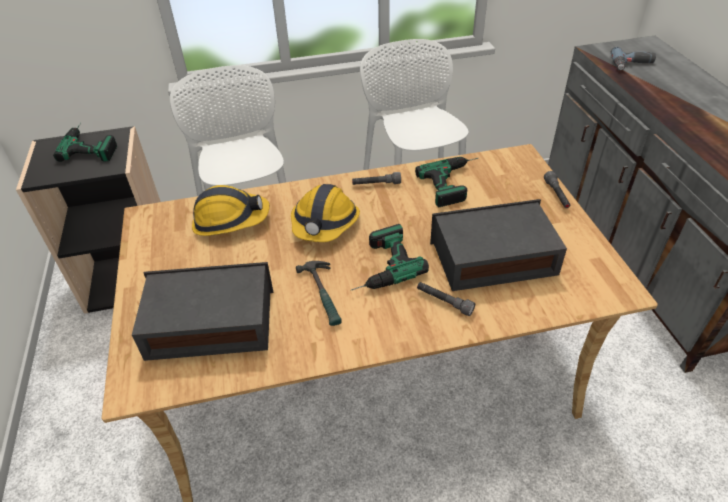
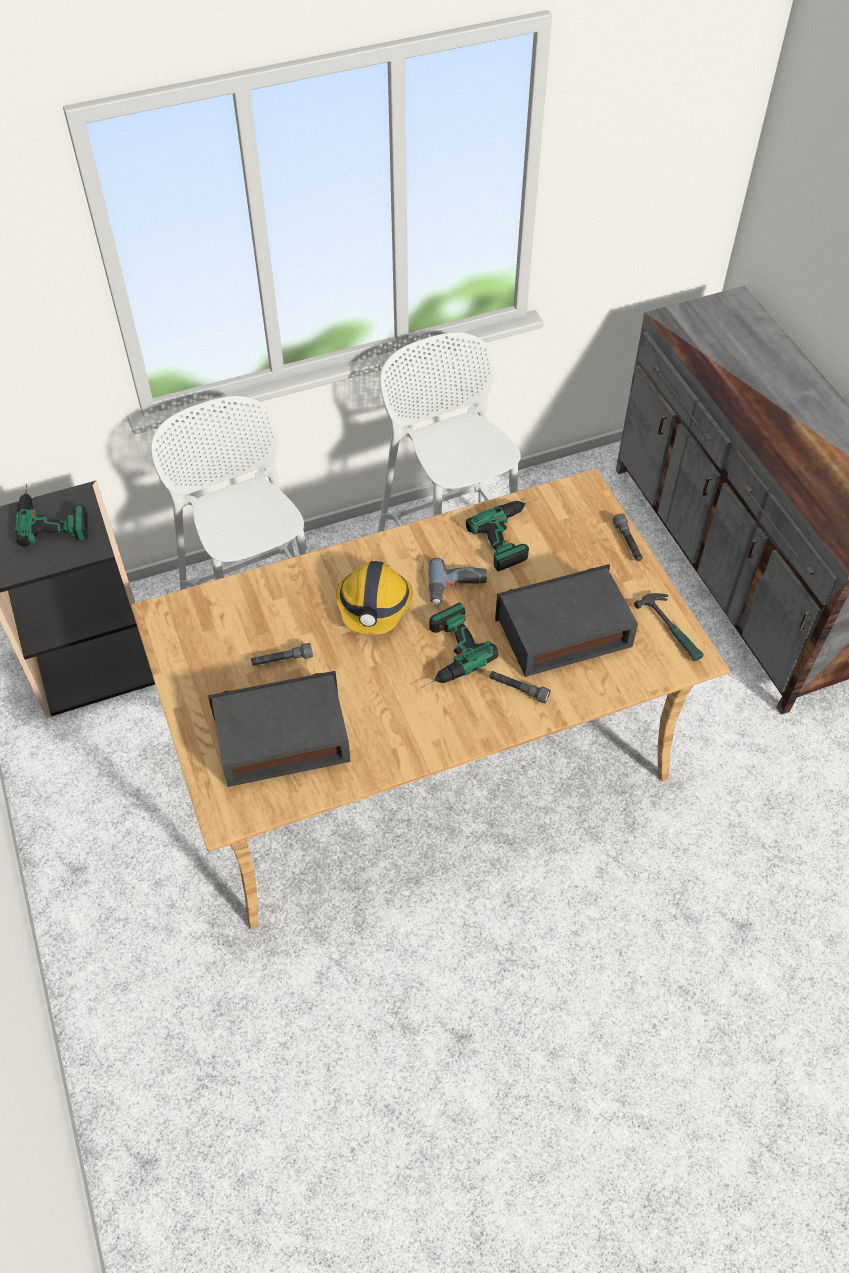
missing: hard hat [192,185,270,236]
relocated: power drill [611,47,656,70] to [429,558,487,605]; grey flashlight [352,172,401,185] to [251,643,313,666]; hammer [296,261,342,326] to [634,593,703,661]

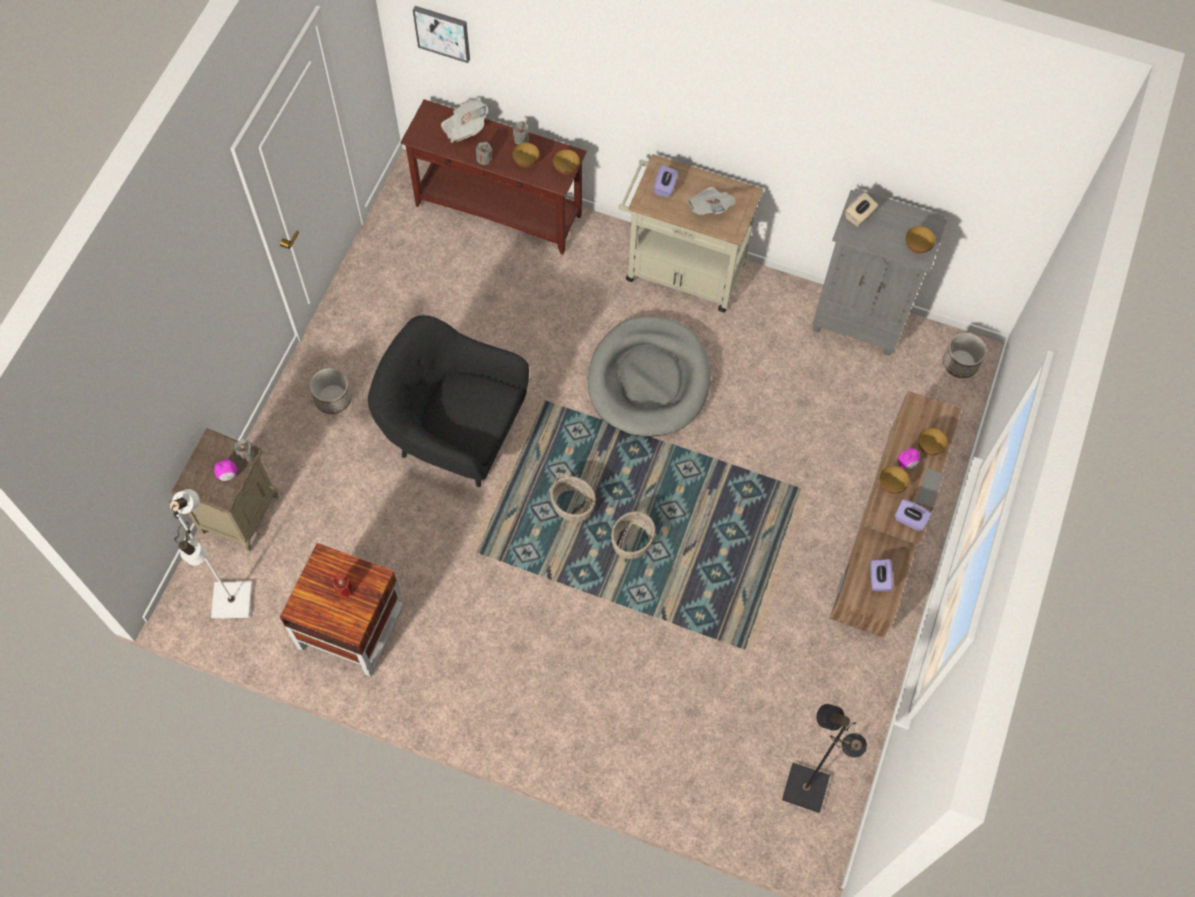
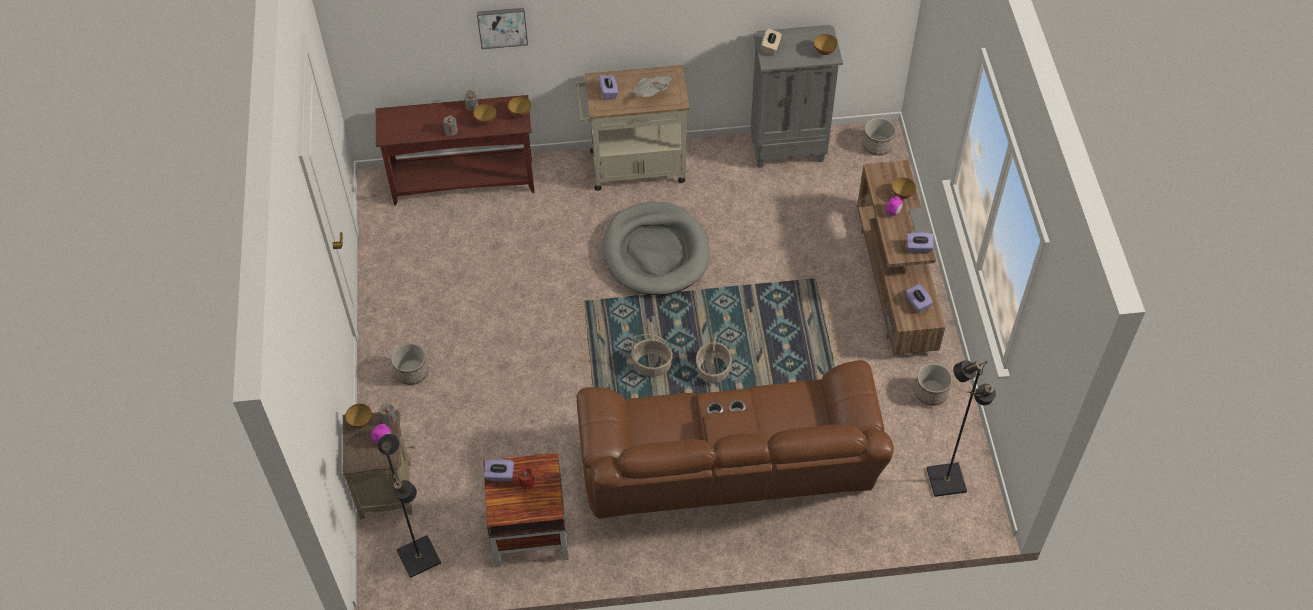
missing: newspaper [441,99,488,143]; black armchair [368,315,529,487]
appeared: brown sofa [576,360,894,519]; planter [914,363,952,406]; purple tissue box [484,459,514,482]
relocated: picture [413,6,470,63] to [477,8,528,49]; bowl [880,466,909,494] to [345,404,372,428]
colour: white floor lamp [168,489,252,618] to black floor lamp [377,434,441,578]

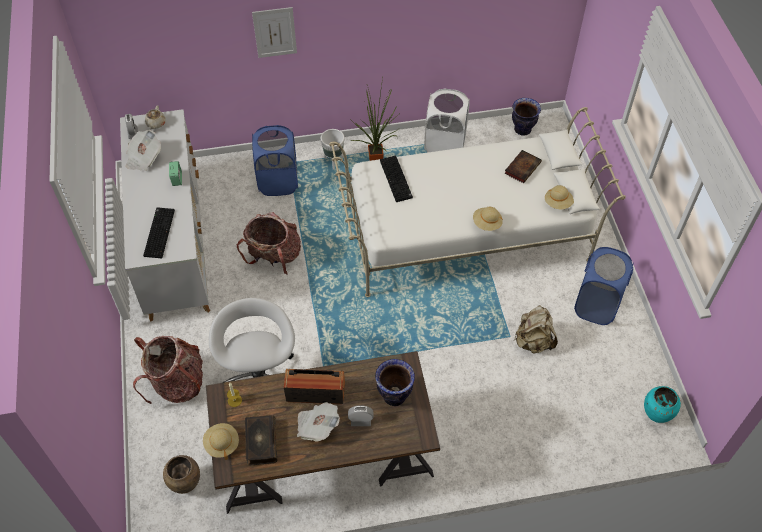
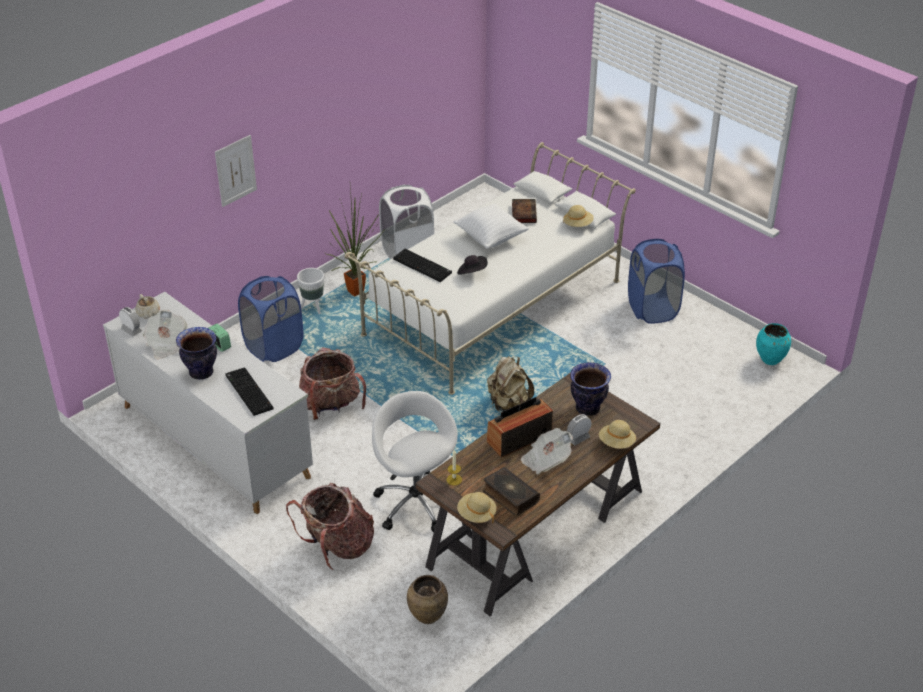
appeared: white pillow [454,203,529,249]; black hat [457,255,488,274]
relocated: vase [512,98,541,136] to [176,327,217,380]; beige hat [473,207,503,231] to [599,420,636,449]; beige backpack [515,305,558,354] to [487,356,534,412]

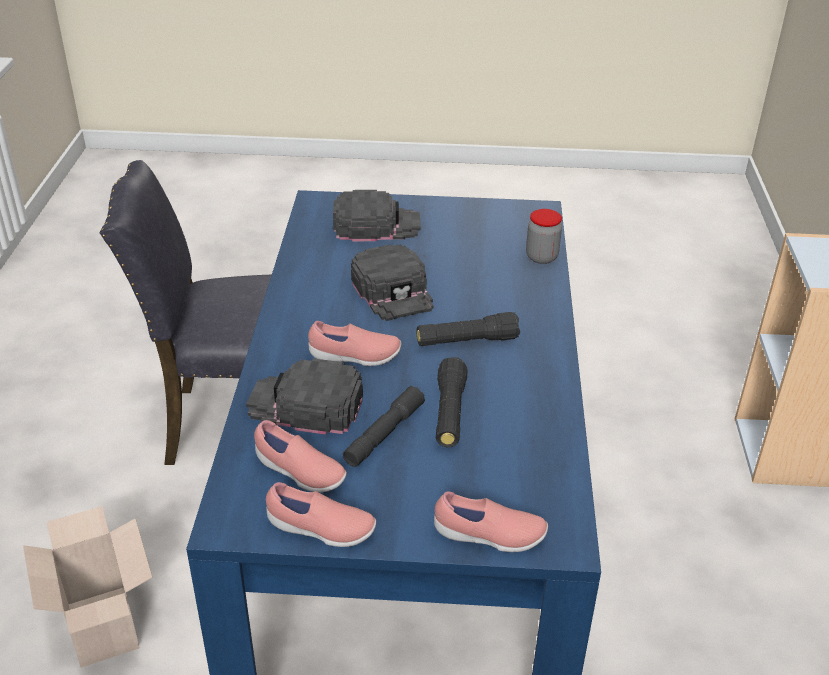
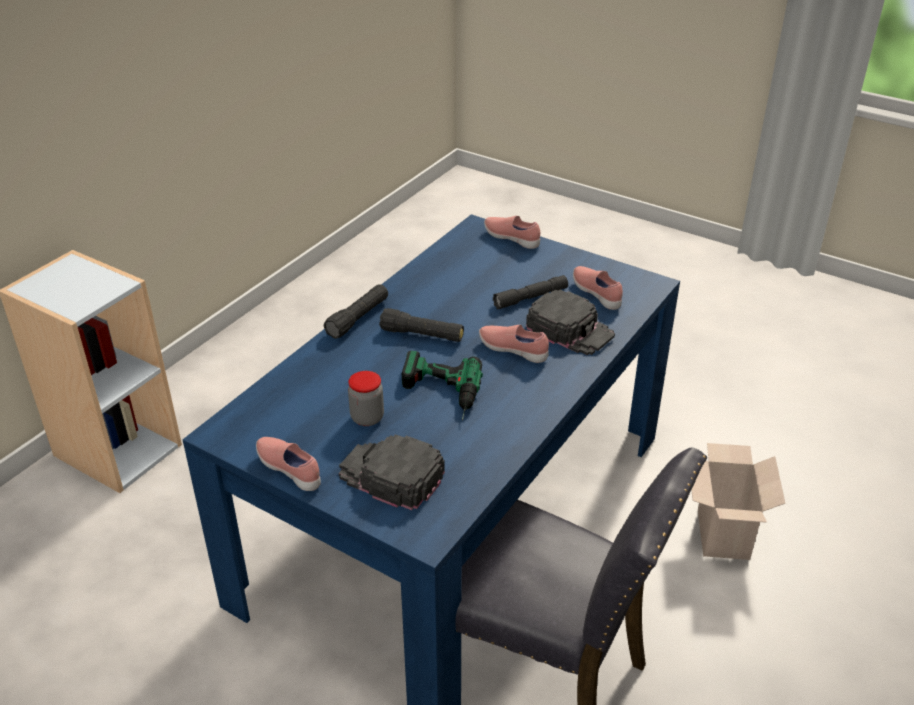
relocated: jar [526,209,562,264] to [348,371,384,426]; black flashlight [436,357,468,447] to [324,284,388,339]; pink shoe [266,482,376,547] to [256,437,321,491]
exchanged: black cap [351,244,434,321] to power drill [402,351,483,421]

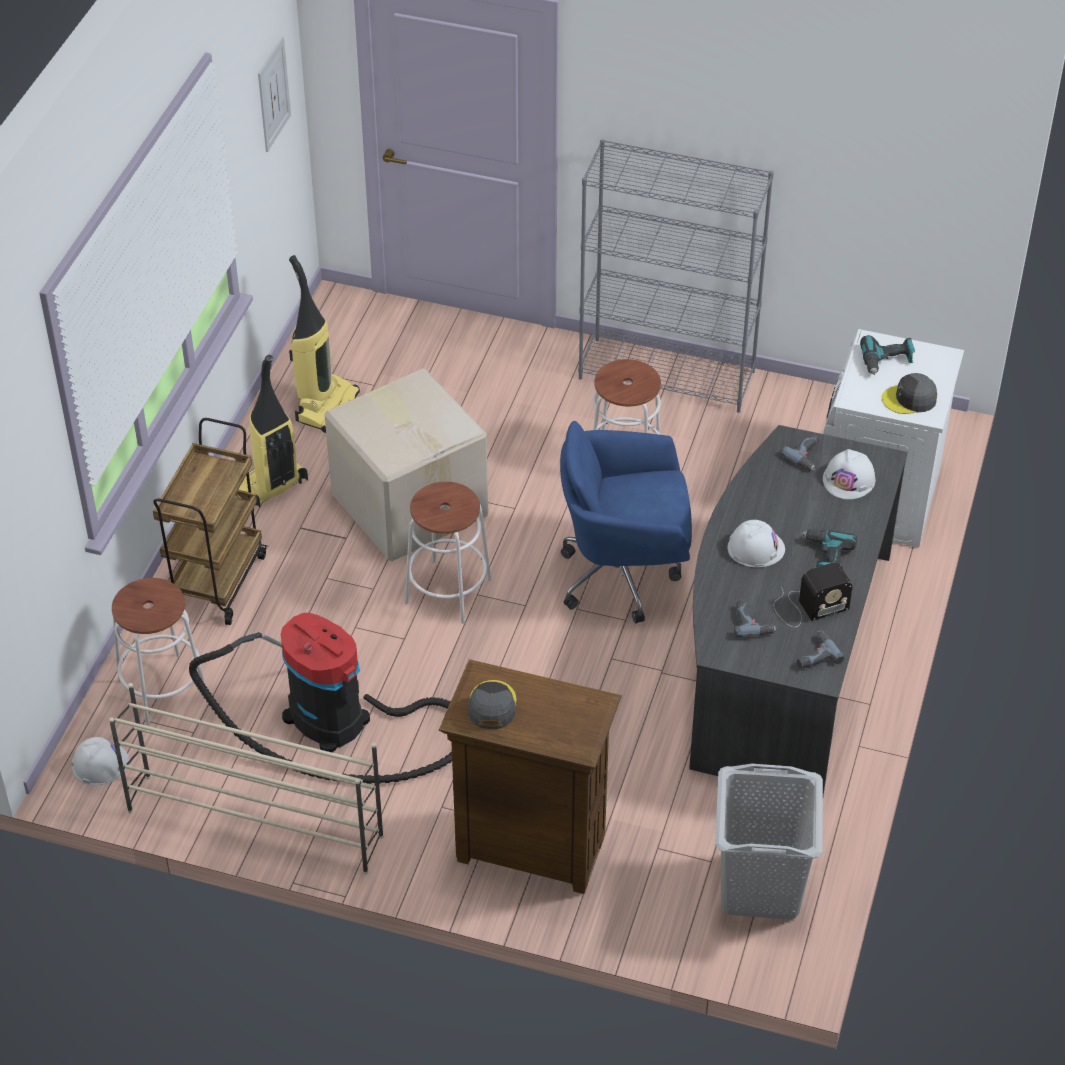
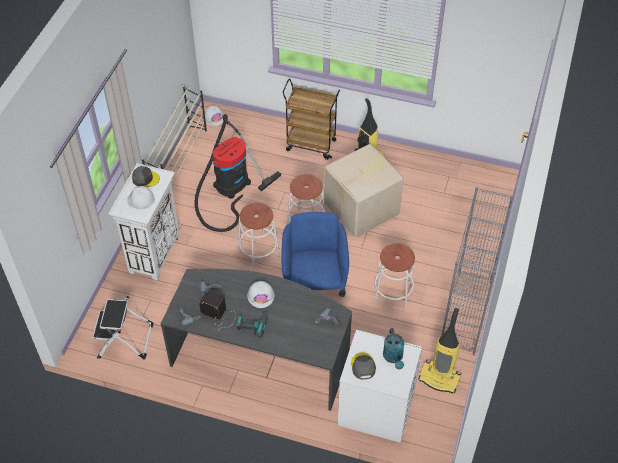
missing: picture [258,37,291,152]
relocated: vacuum cleaner [289,255,360,433] to [418,308,462,394]; white hard hat [823,449,875,499] to [127,186,155,209]; white stool [112,578,206,725] to [238,203,280,270]
exchanged: power drill [860,335,915,375] to turquoise watering can [383,328,405,369]; grey laundry basket [715,764,823,919] to step ladder [93,296,154,360]
colour: brown cabinet [439,659,622,894] to white cabinet [108,163,180,280]
spun: radio [774,563,853,627] = [199,291,236,328] 135 degrees clockwise

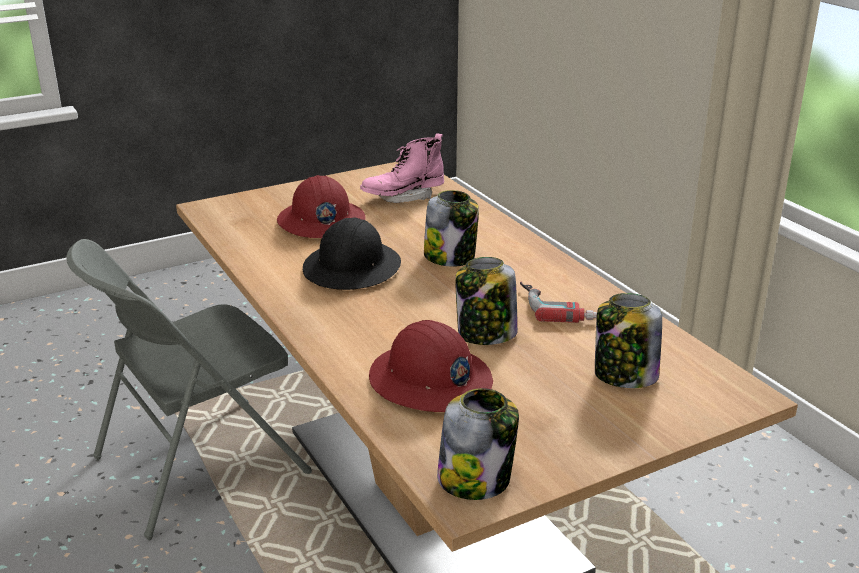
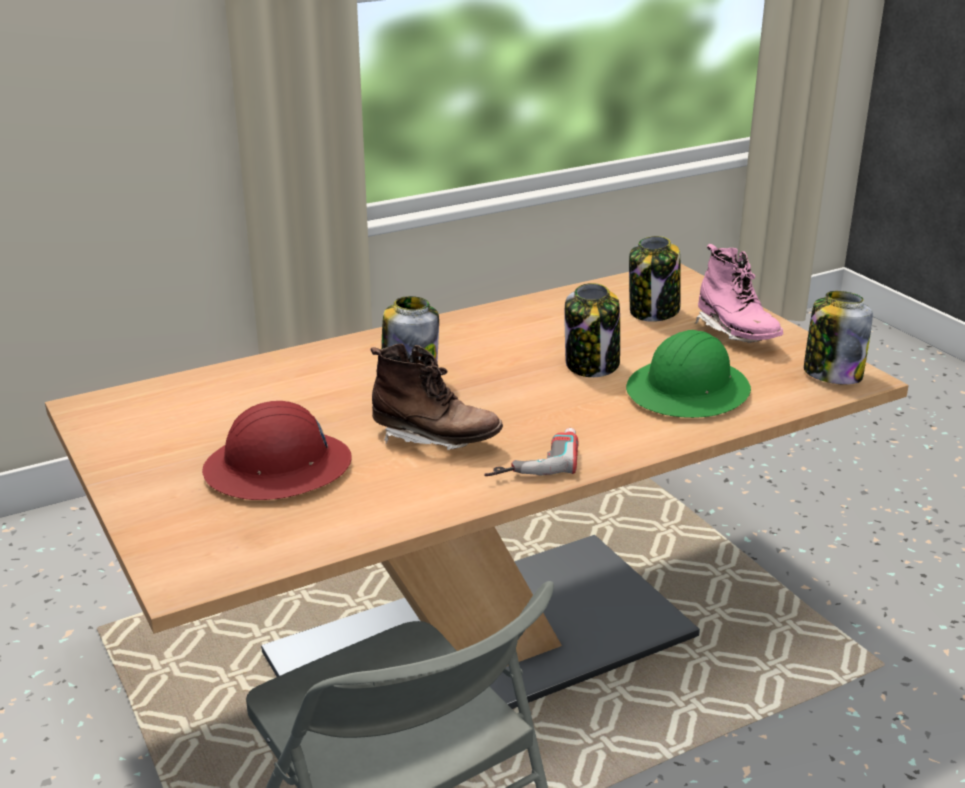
relocated: pink boot [360,133,444,203] to [696,244,783,343]; power drill [520,282,597,323] to [484,428,579,476]
exchanged: black hard hat [303,218,401,290] to brown boot [371,344,503,450]
colour: red hard hat [369,320,493,412] to green hard hat [626,330,751,418]

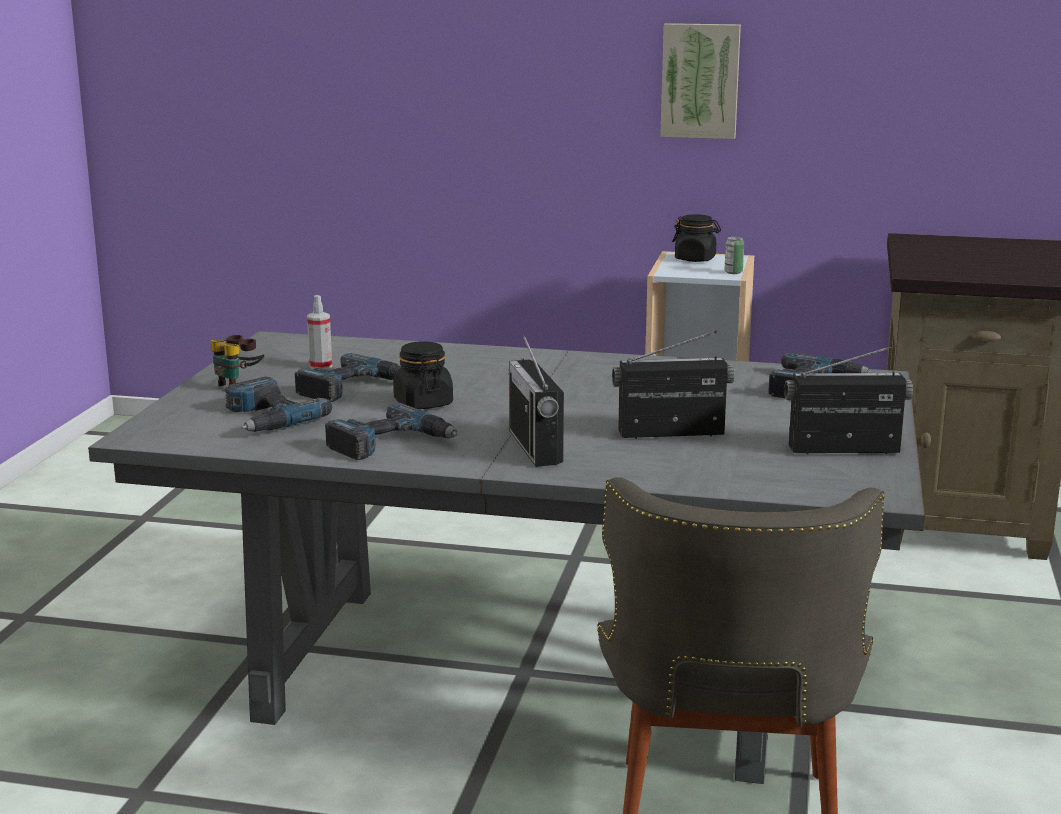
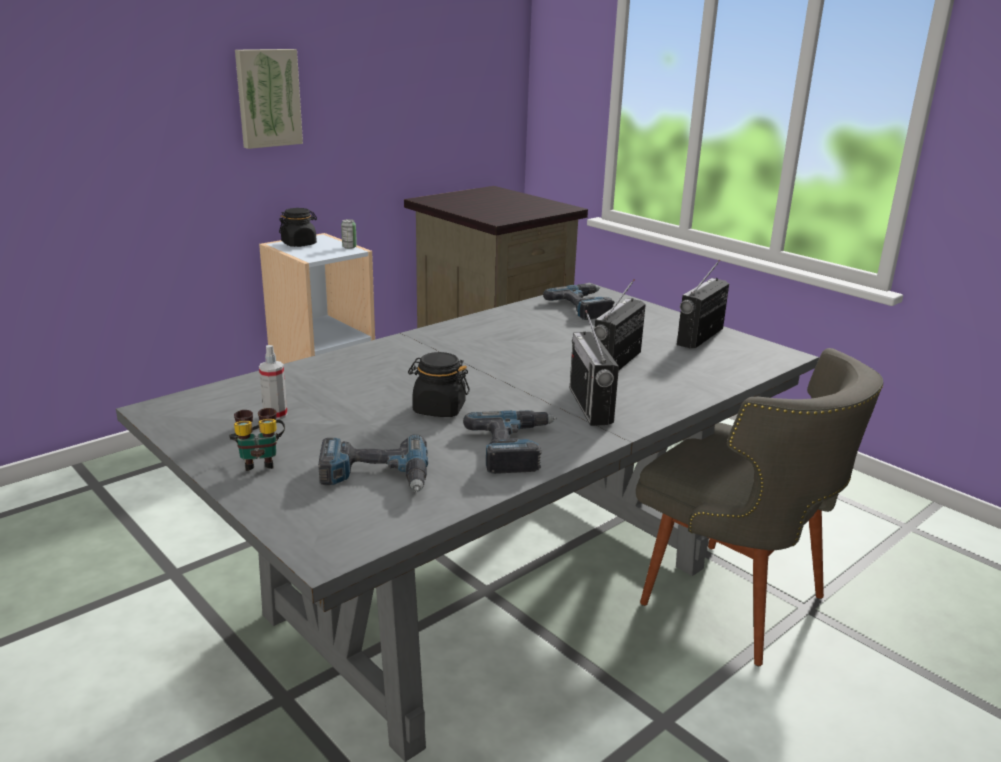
missing: power drill [295,353,401,402]
spun: radio [508,332,564,467] = [570,310,619,426] 60 degrees clockwise

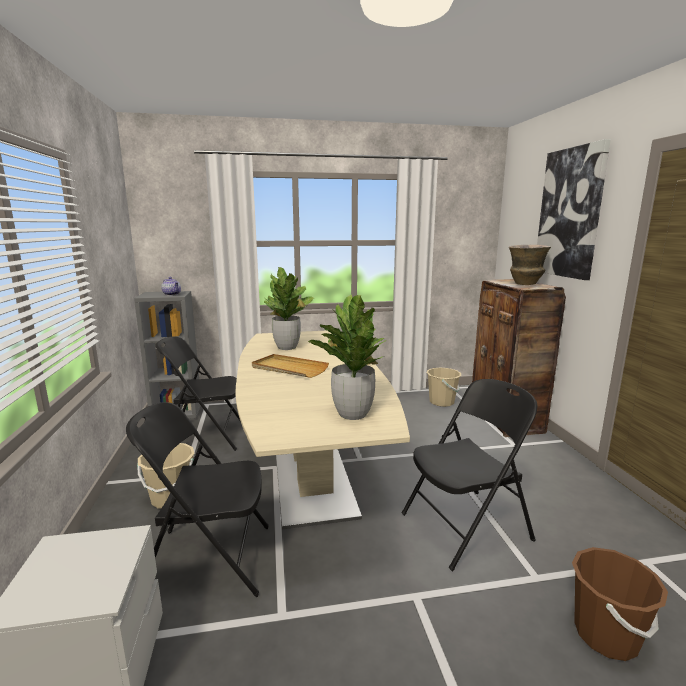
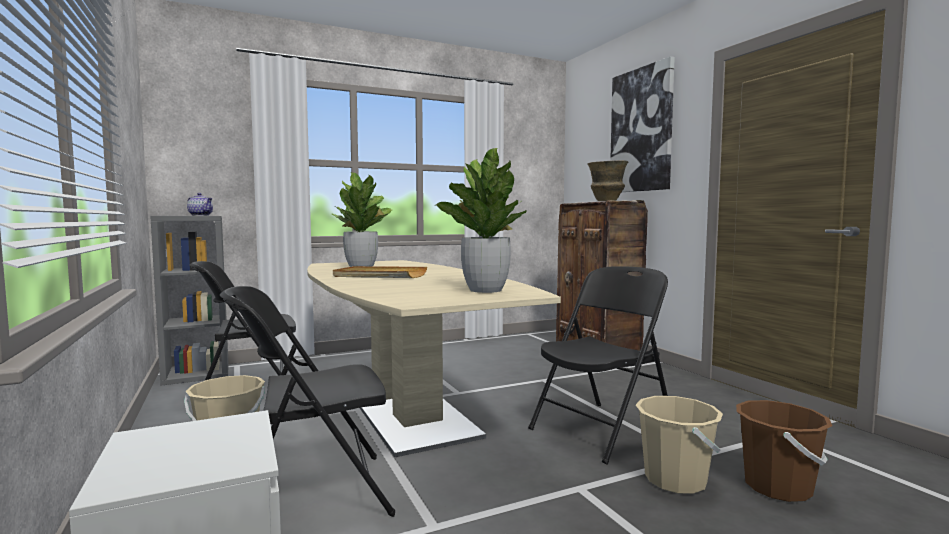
relocated: beige bucket [427,368,461,407] to [636,396,723,494]

